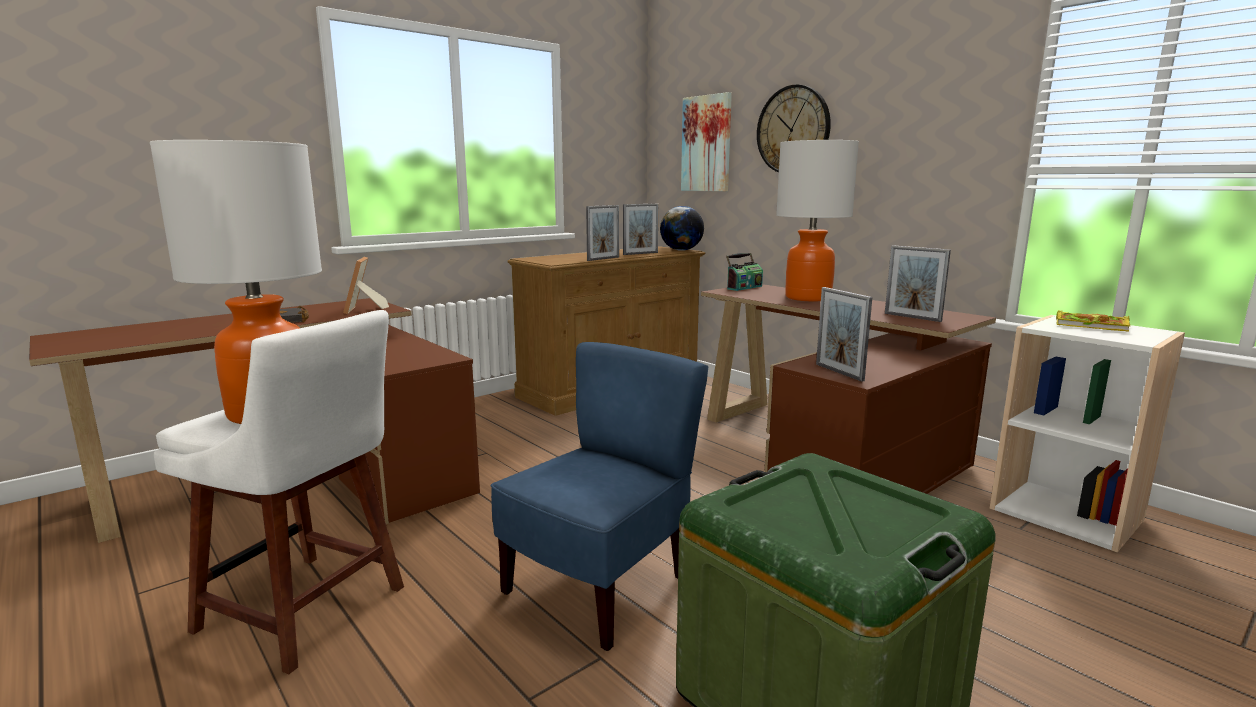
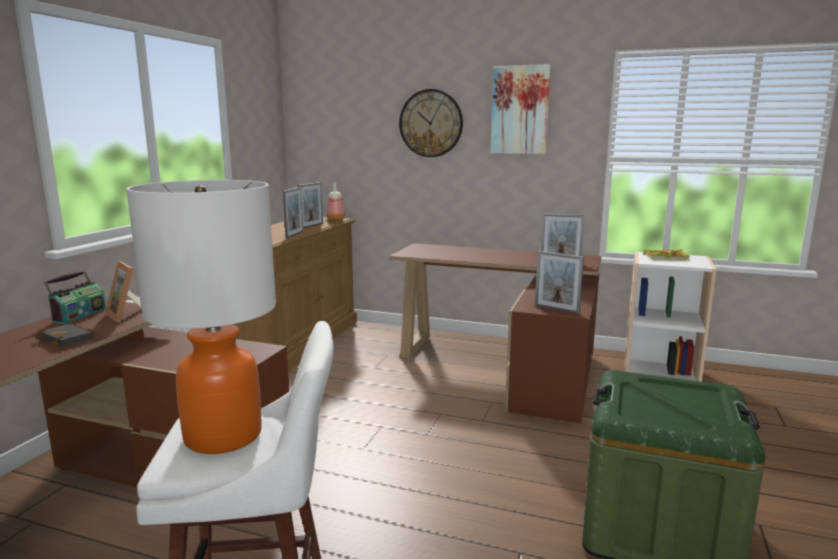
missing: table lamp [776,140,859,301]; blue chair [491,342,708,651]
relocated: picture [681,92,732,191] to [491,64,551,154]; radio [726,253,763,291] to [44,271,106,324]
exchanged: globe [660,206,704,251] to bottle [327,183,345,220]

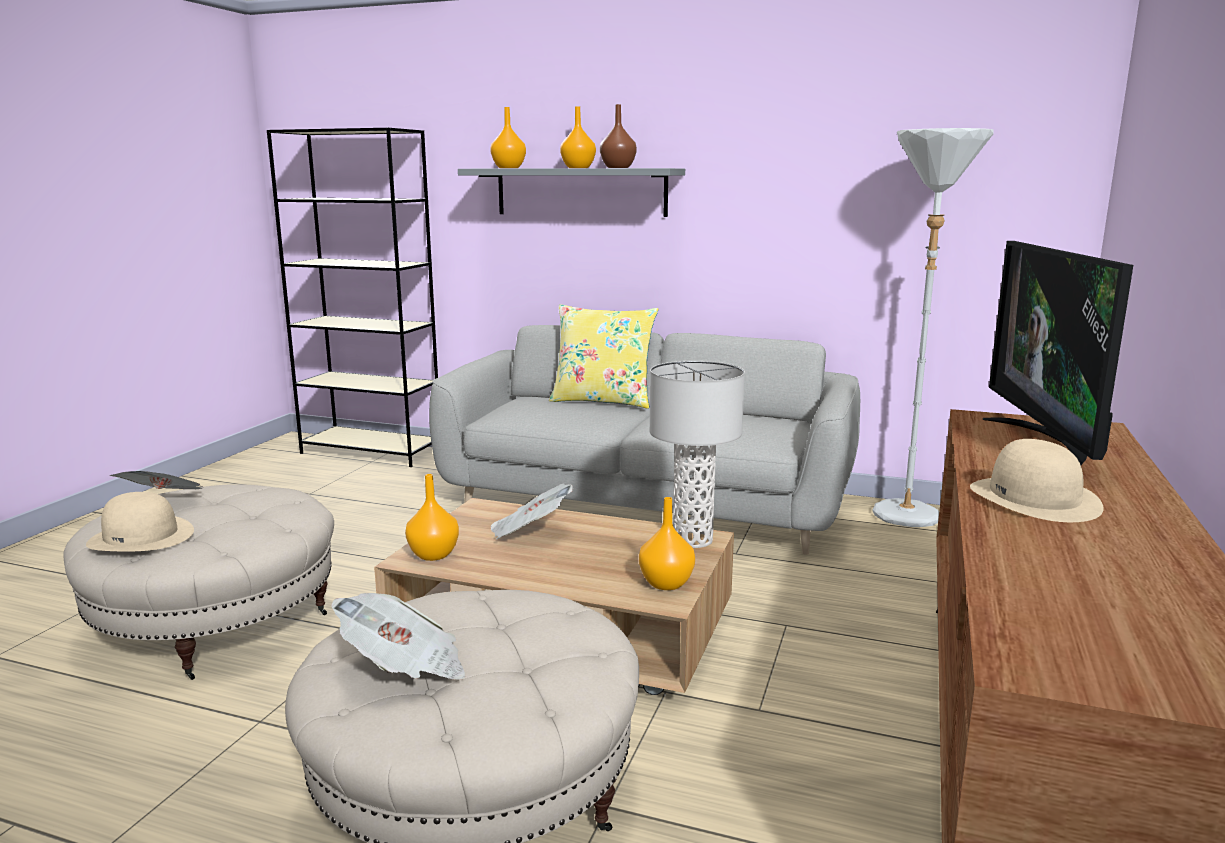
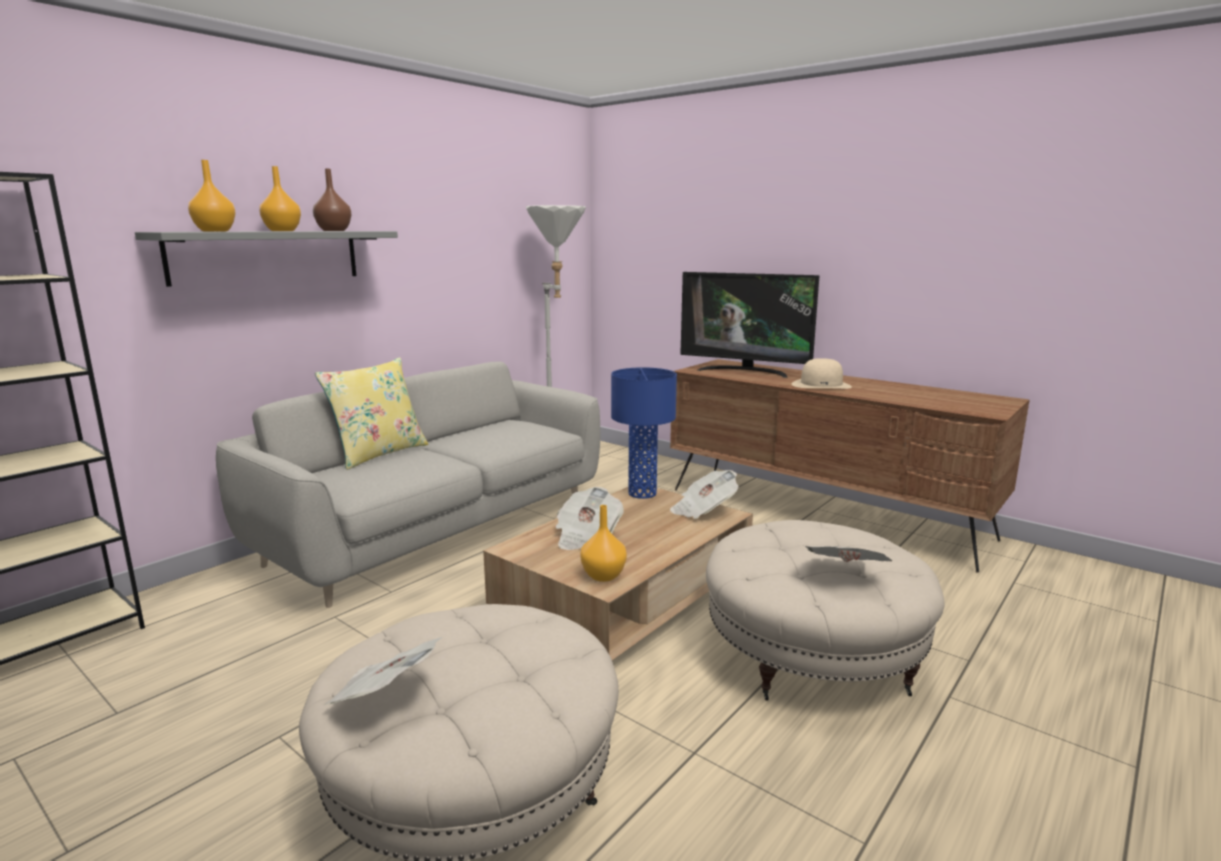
missing: beige hat [86,492,194,552]
exchanged: orange vase [639,497,695,590] to newspaper [670,470,739,519]
colour: white table lamp [650,361,745,548] to blue table lamp [611,367,677,499]

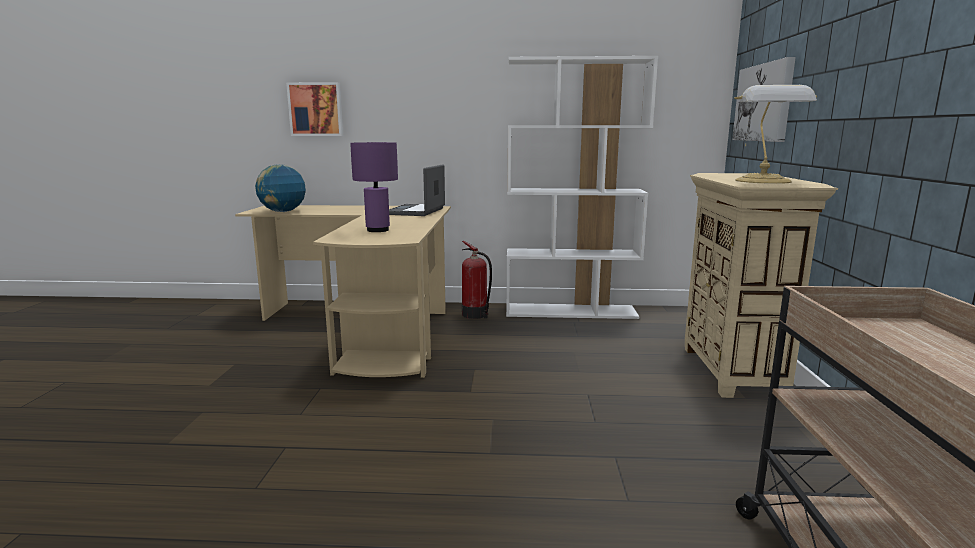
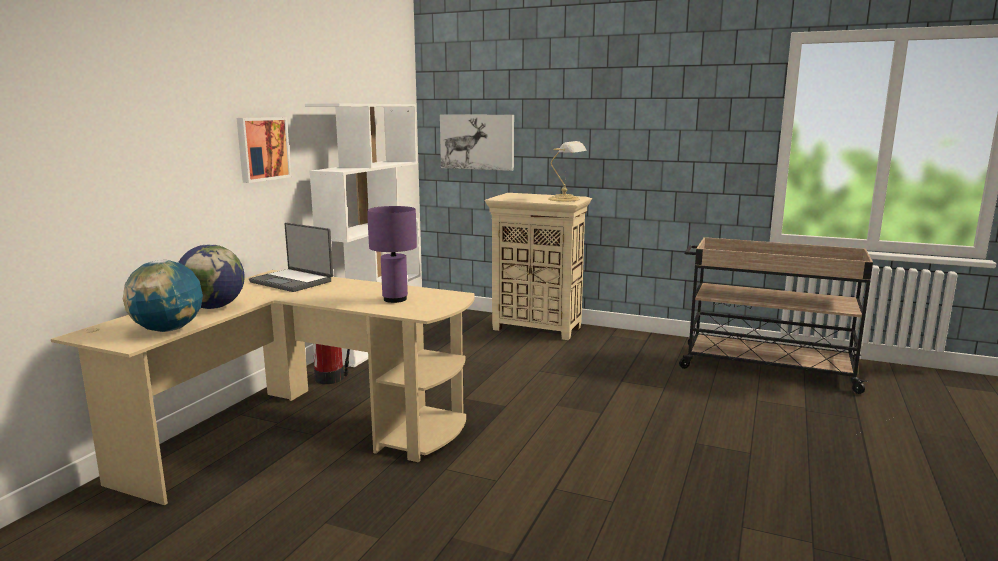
appeared: globe [178,244,245,309]
relocated: picture [286,82,343,136] to [237,117,291,183]

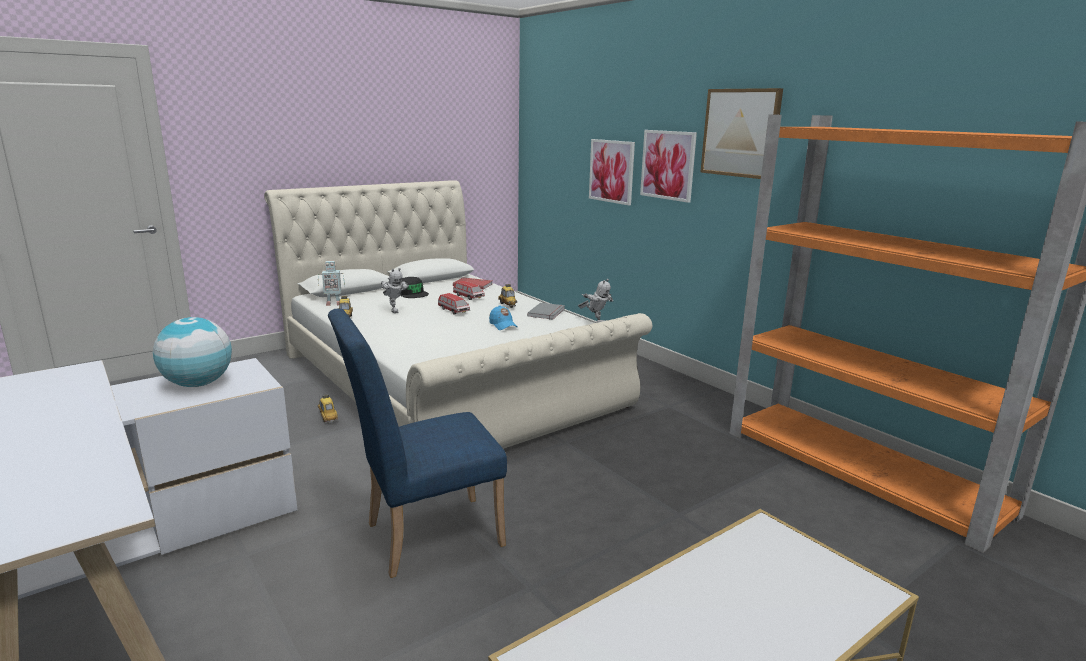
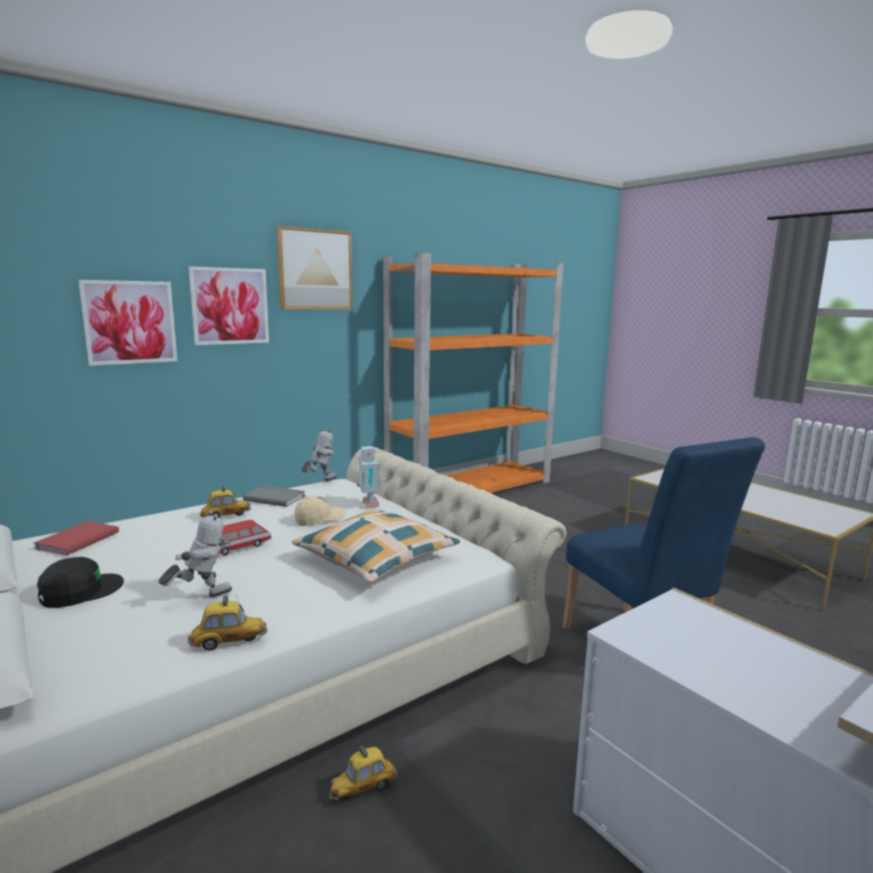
missing: toy car [453,281,484,300]; globe [153,317,232,387]
appeared: pillow [292,510,460,583]
relocated: toy robot [318,261,345,306] to [357,446,380,508]
colour: blue cap [489,305,518,330] to beige cap [294,496,345,526]

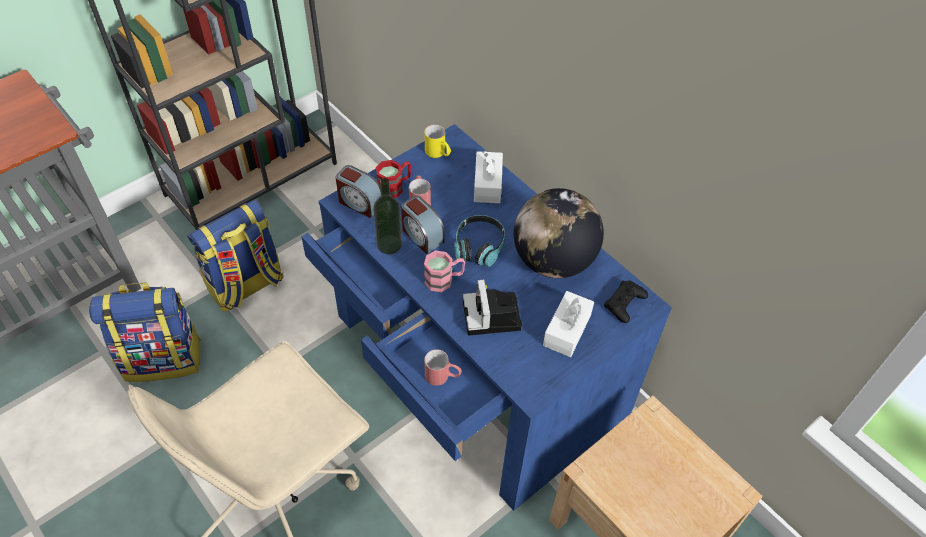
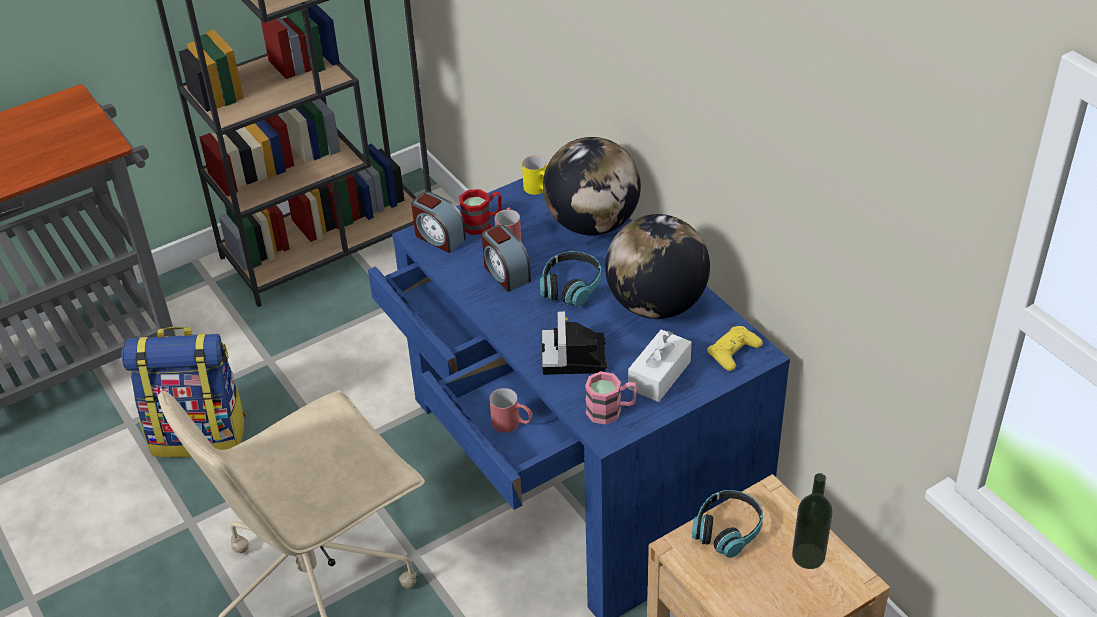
missing: backpack [187,200,284,312]
appeared: headphones [692,490,763,558]
relocated: bottle [373,178,402,254] to [792,473,833,569]; pink mug [424,250,465,292] to [585,371,637,425]
exchanged: white tissue box [474,151,503,203] to globe [543,137,641,235]
colour: black game controller [604,280,648,323] to yellow game controller [707,326,763,371]

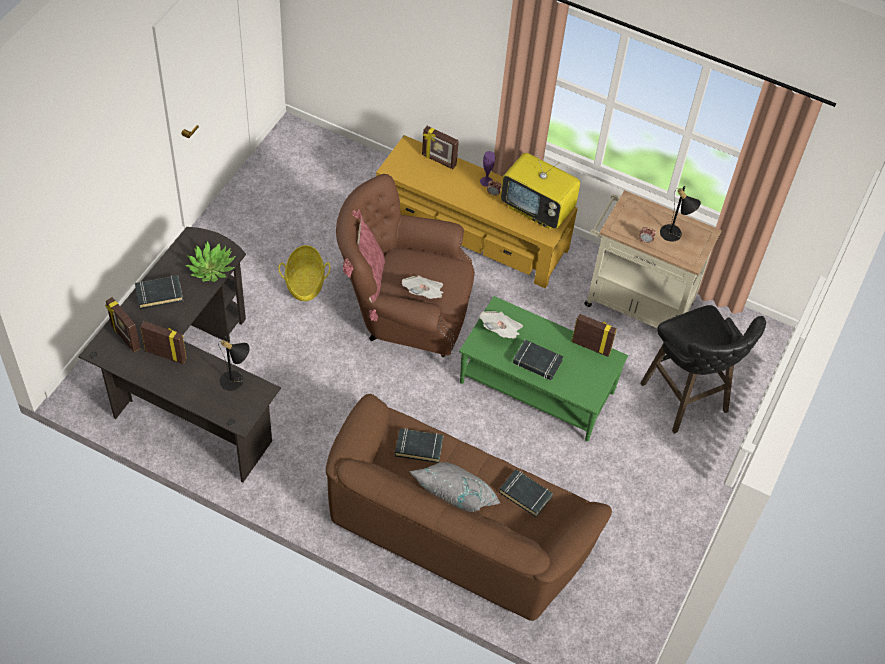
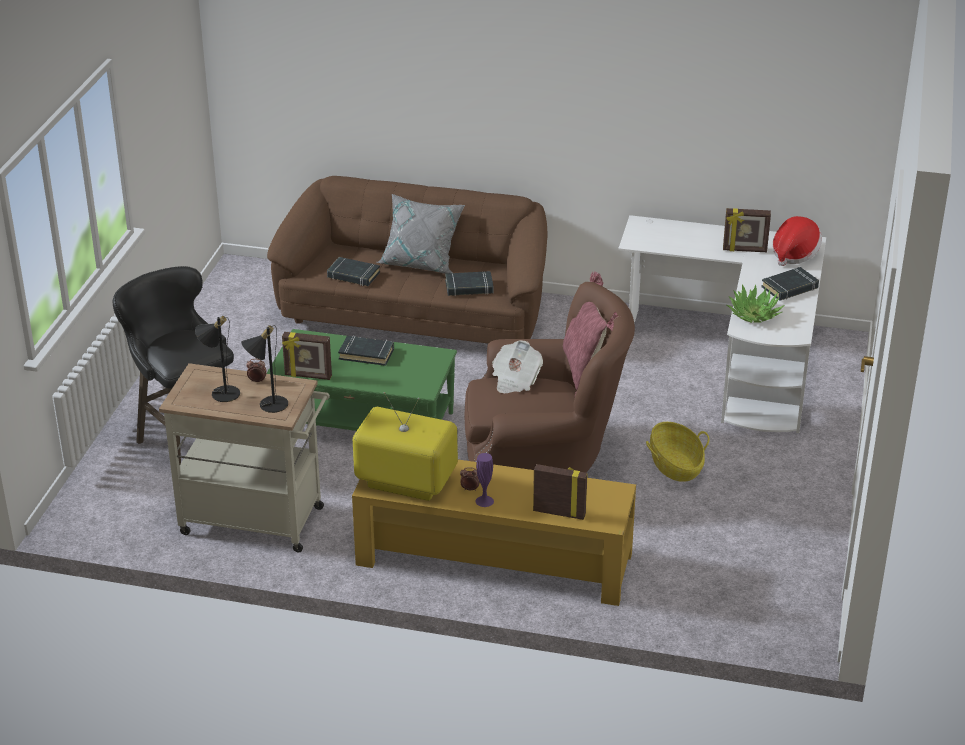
missing: newspaper [480,311,523,339]
relocated: black table lamp [218,336,250,391] to [241,325,288,413]
exchanged: picture frame [105,297,140,352] to hat [773,216,822,266]
colour: black desk [78,227,281,483] to white desk [618,215,826,433]

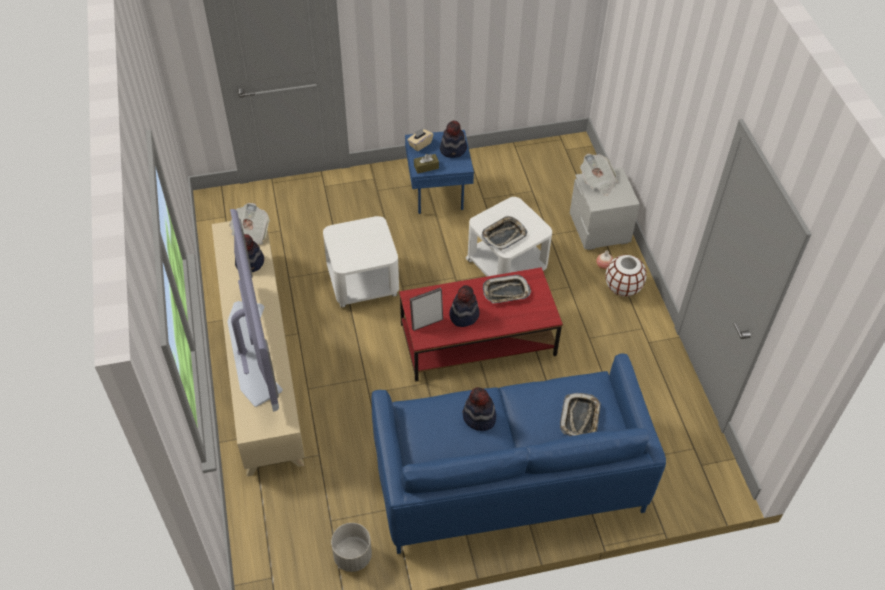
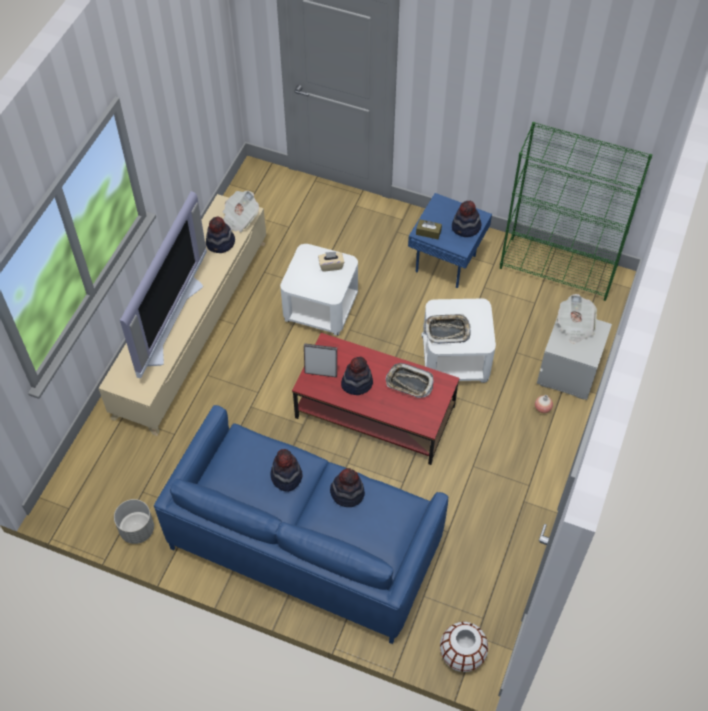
missing: tray [560,393,601,436]
appeared: green bookcase [500,122,652,301]; hat [330,468,365,507]
relocated: beige tissue box [407,128,433,151] to [318,252,344,271]; white vase [606,255,646,297] to [440,622,488,672]

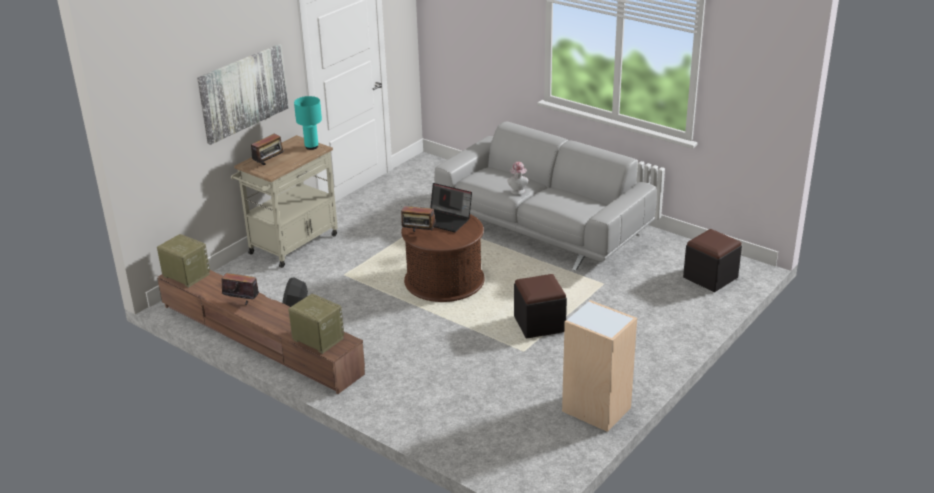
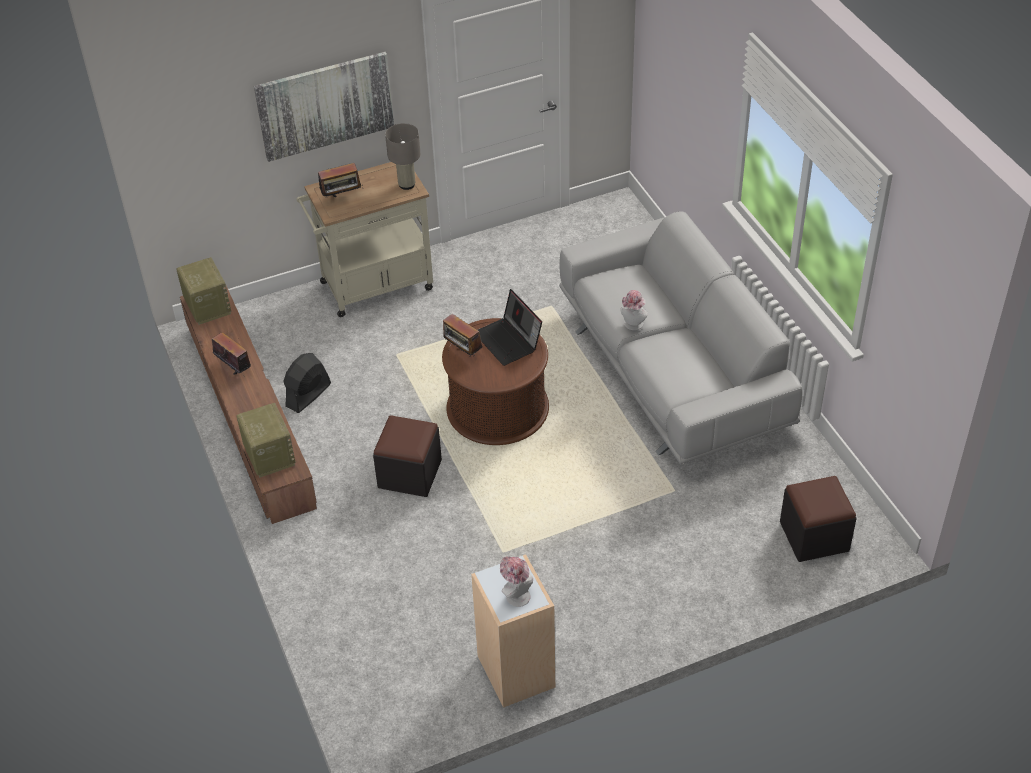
appeared: hat [500,556,533,607]
relocated: black ottoman [514,274,567,338] to [373,415,442,497]
colour: turquoise table lamp [294,96,322,150] to grey table lamp [385,123,420,190]

